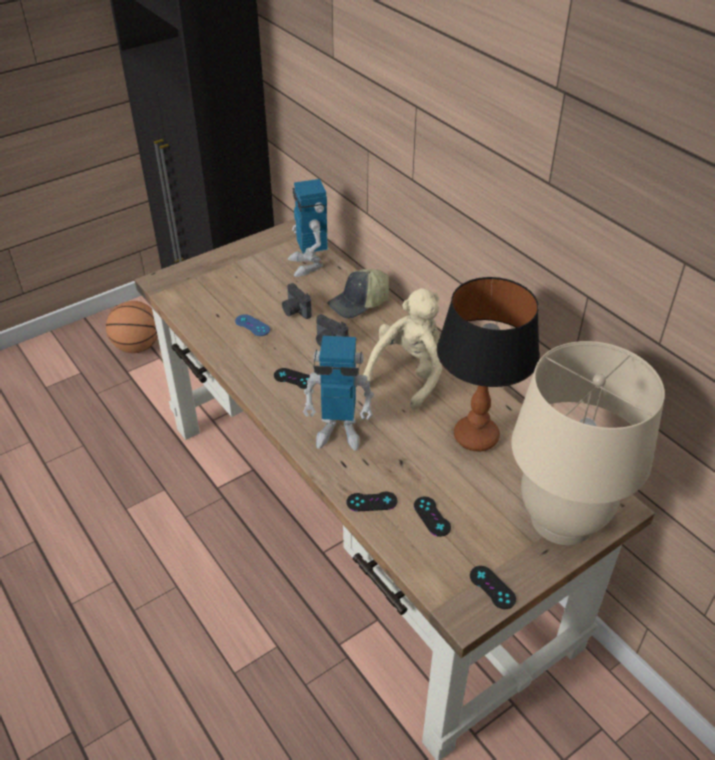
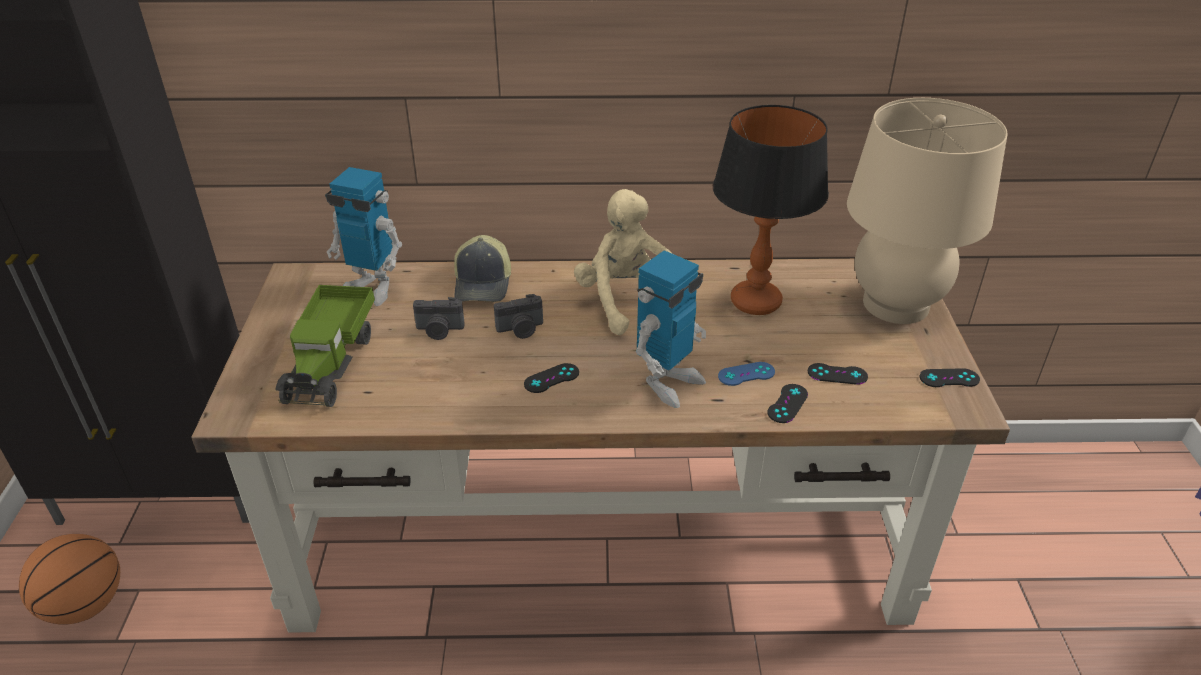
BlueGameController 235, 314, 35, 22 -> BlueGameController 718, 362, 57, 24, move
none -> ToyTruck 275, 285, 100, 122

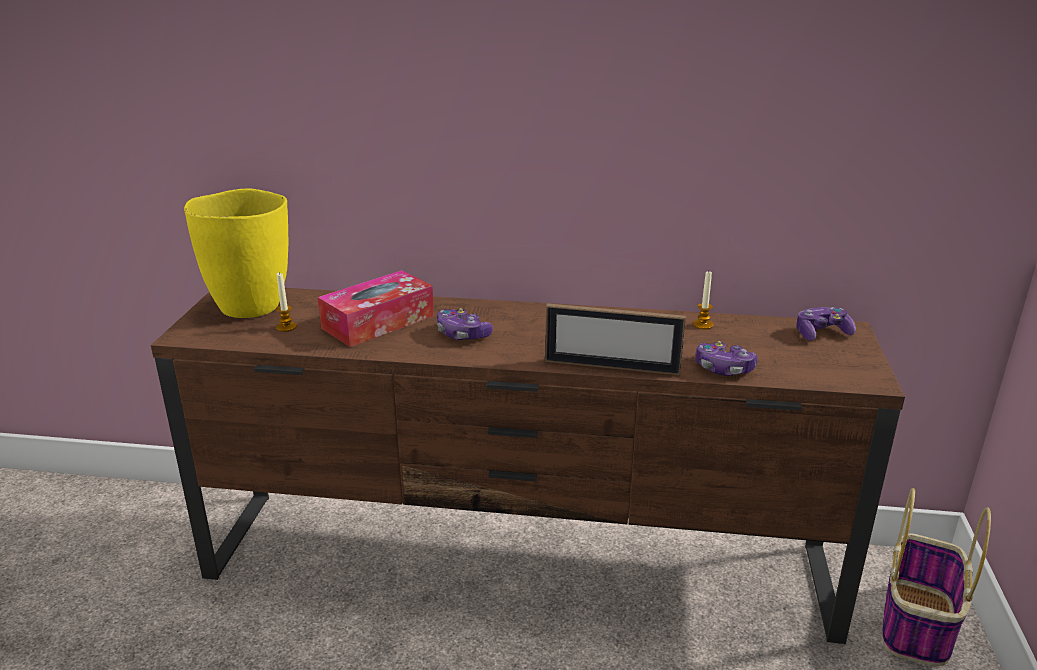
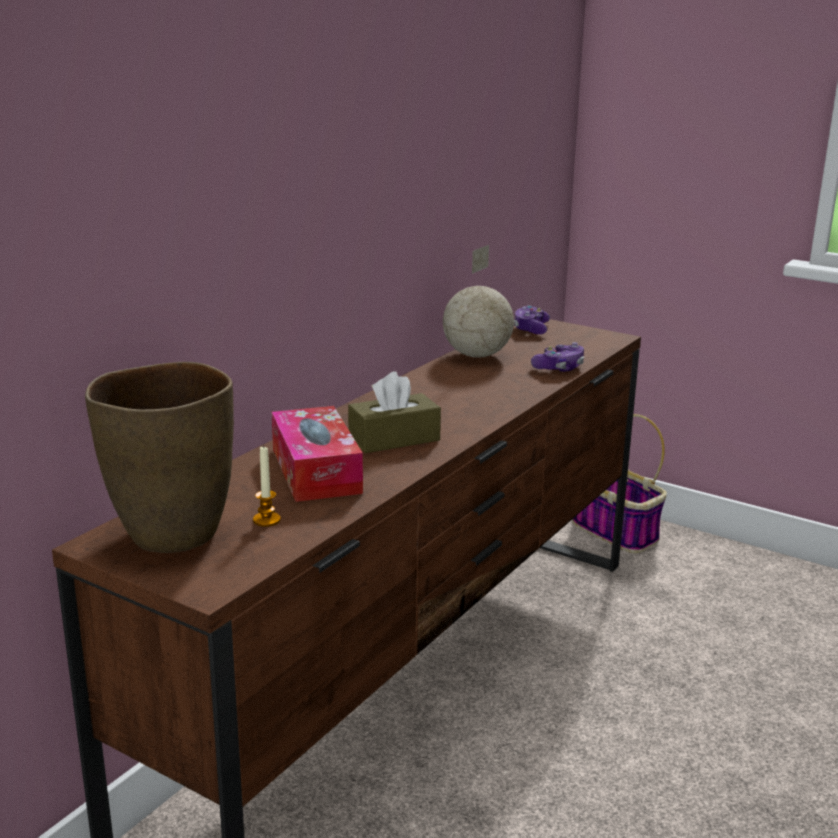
YellowVase 184, 189, 104, 129 -> BrownVase 85, 362, 149, 191
Candle 693, 271, 20, 58 -> Globe 443, 245, 71, 113
PictureFrame 545, 303, 141, 72 -> none
GameController 437, 308, 56, 32 -> BrownTissueBox 348, 371, 93, 82

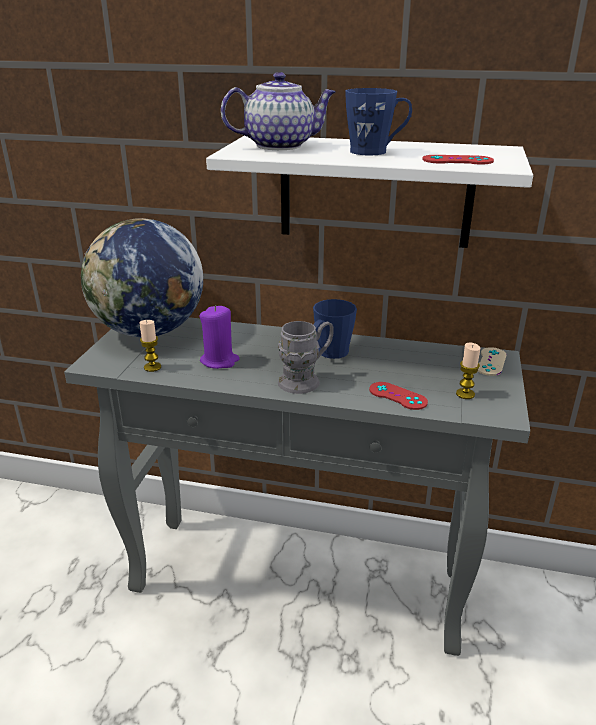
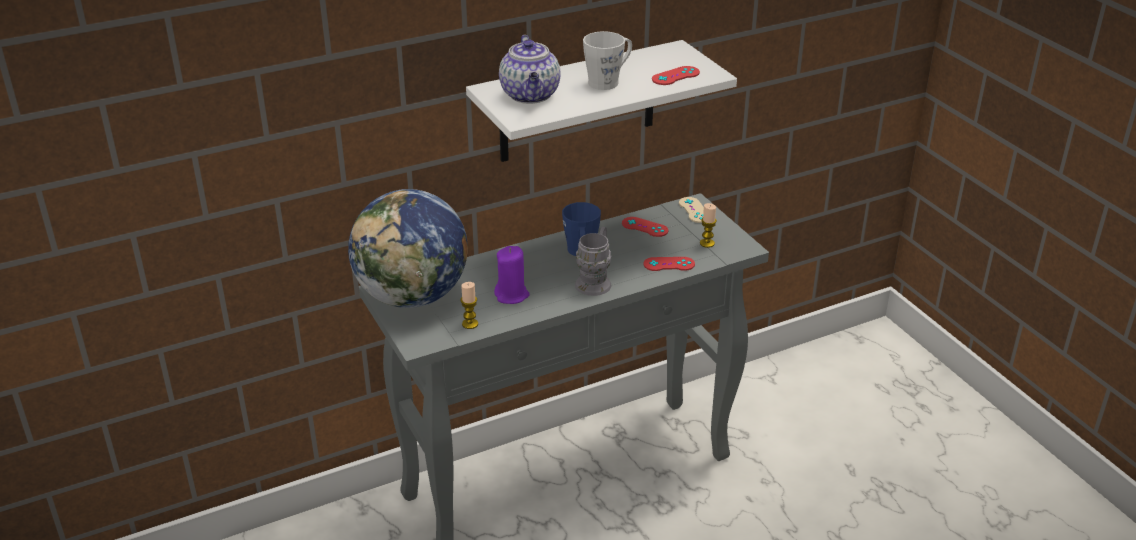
Teapot 221, 72, 115, 78 -> Teapot 499, 35, 61, 69, 135 degrees clockwise
BlueMug 345, 88, 67, 68 -> WhiteMug 583, 31, 49, 59
none -> RedGameController 622, 217, 46, 20

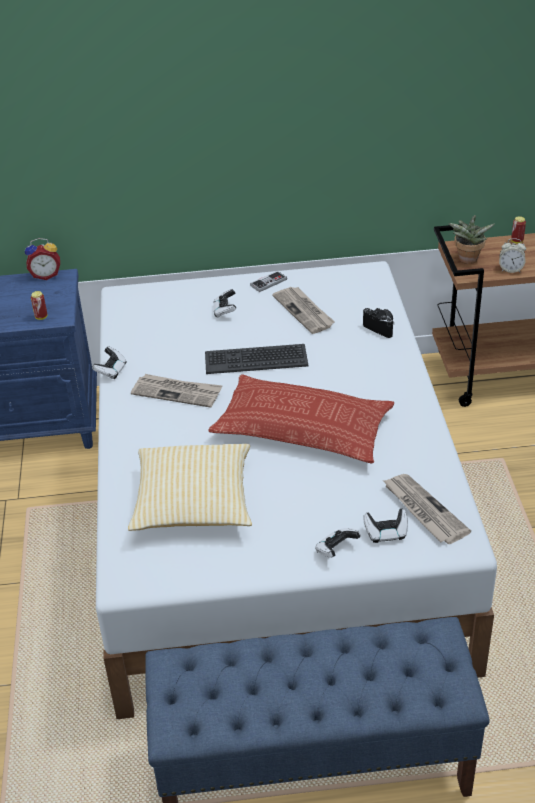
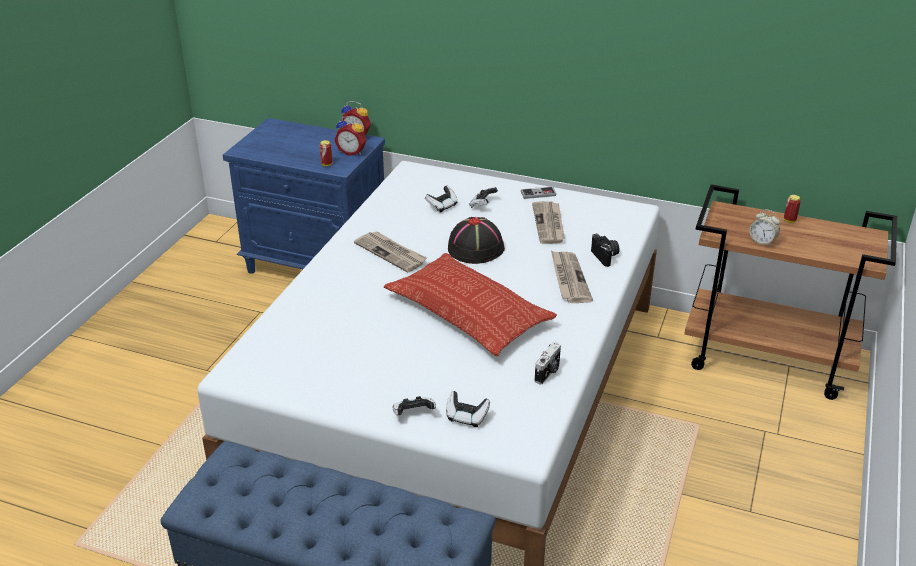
PottedPlant 448, 215, 47, 49 -> none
Keyboard 205, 344, 104, 30 -> BlackHat 448, 217, 57, 47
GameController 92, 347, 35, 32 -> GameController 425, 186, 32, 27, move
Pillow 128, 444, 124, 87 -> none
Newspaper 383, 474, 88, 70 -> Newspaper 551, 251, 42, 52, move
none -> AlarmClock 334, 116, 33, 40
none -> PhotoCamera 535, 342, 26, 43

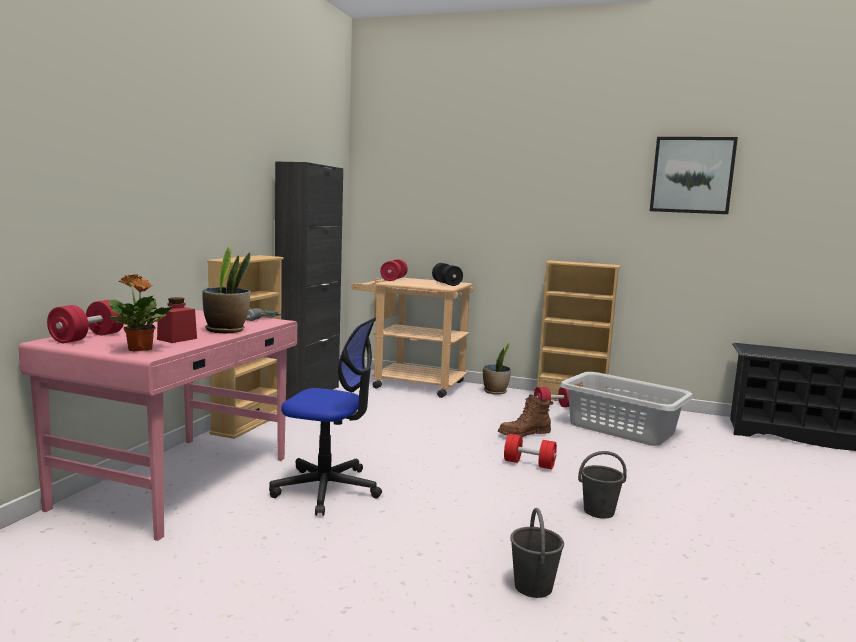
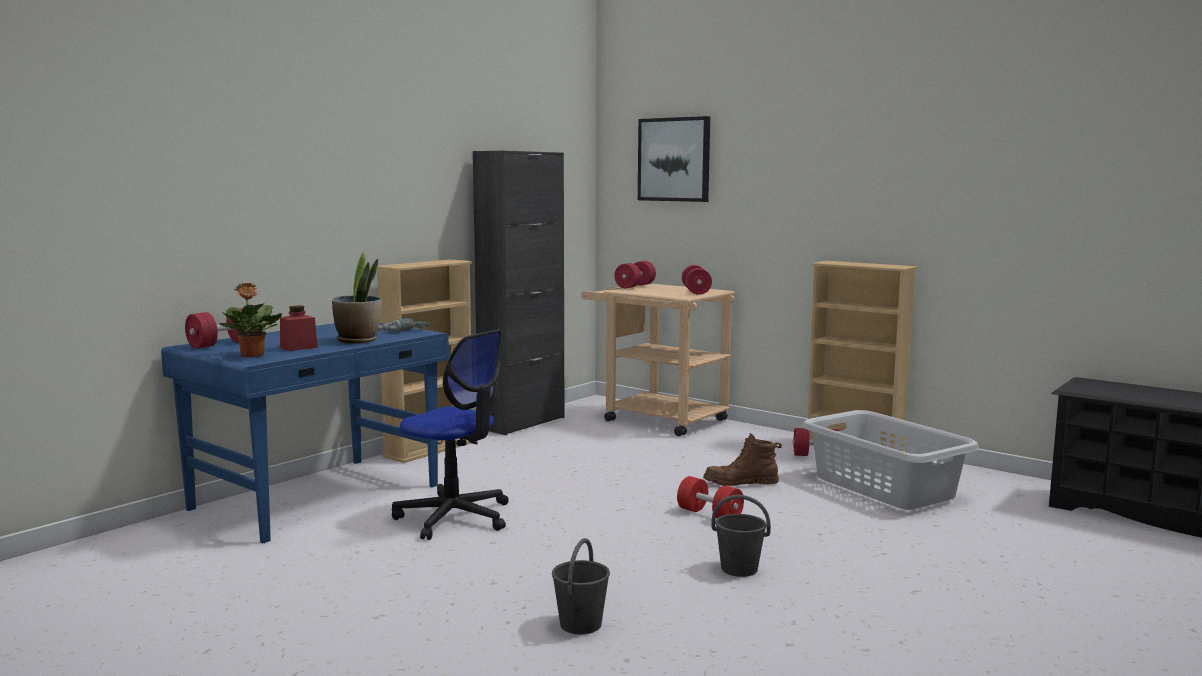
Picture 650, 137, 88, 77 -> Picture 638, 116, 72, 86, move
BlackDumbbell 432, 263, 31, 23 -> RedDumbbell 682, 265, 30, 30
PinkDesk 19, 310, 278, 231 -> BlueDesk 161, 323, 288, 220
PottedPlant 483, 342, 28, 53 -> none

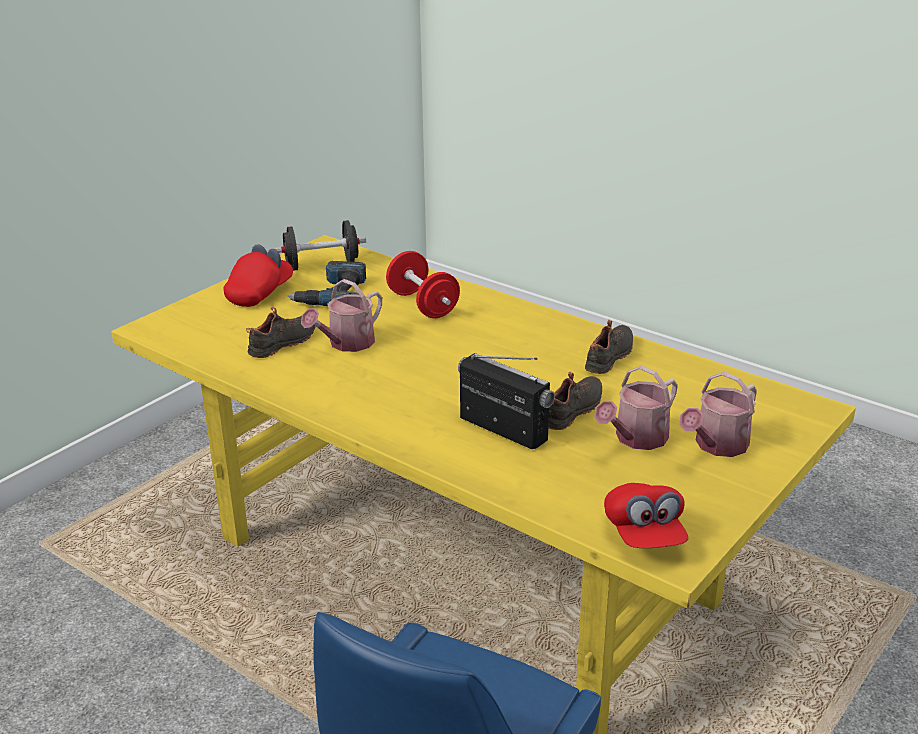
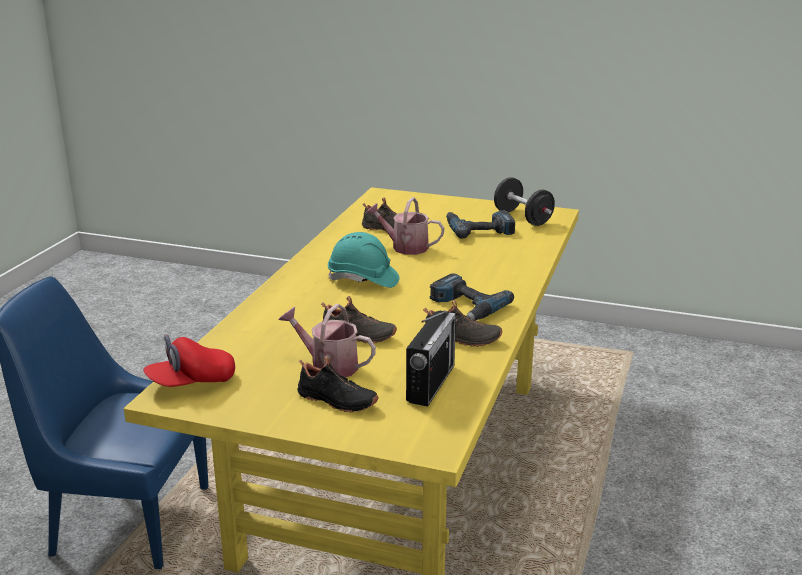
RedCap 223, 244, 70, 63 -> none
RedDumbbell 386, 251, 74, 67 -> none
Radio 458, 353, 97, 96 -> Radio 406, 310, 51, 97, move
WateringCan 679, 372, 78, 85 -> BlackShoe 297, 356, 82, 56
none -> TurquoiseHardHat 328, 232, 72, 56
none -> PowerDrill 430, 273, 84, 47

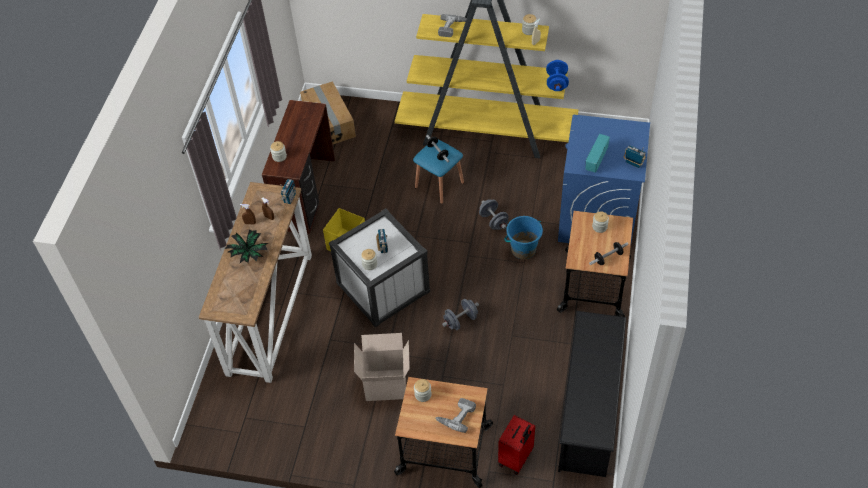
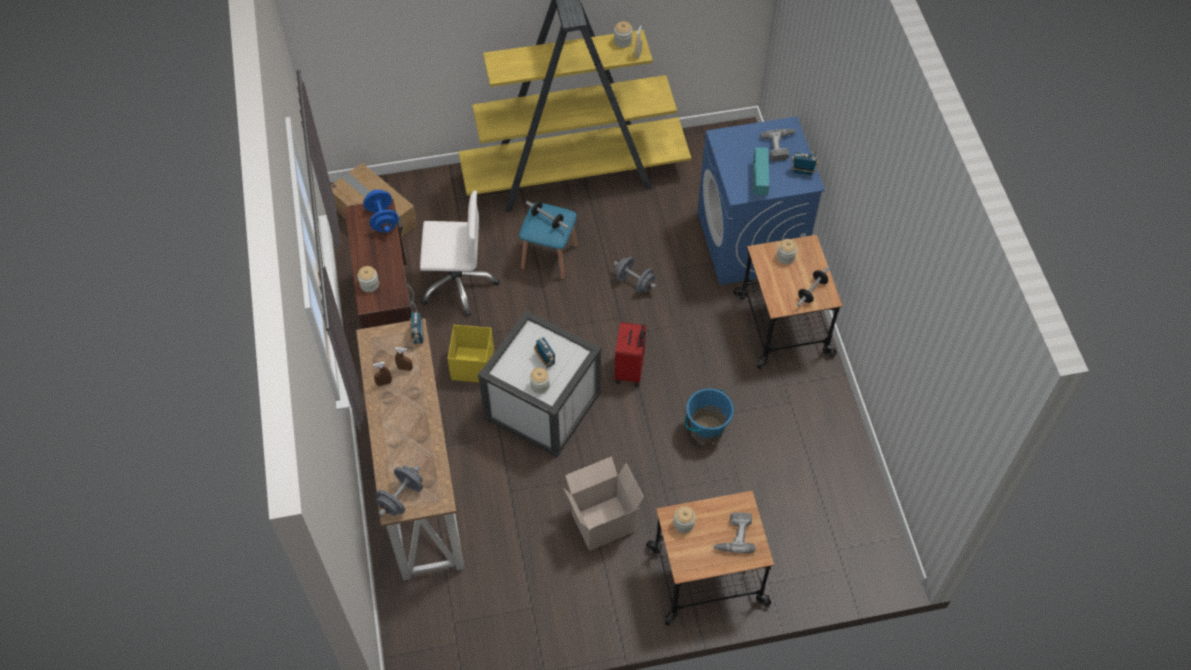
PowerDrill 438, 14, 29, 23 -> PowerDrill 761, 129, 35, 33, move
BlueDumbbell 546, 60, 23, 31 -> BlueDumbbell 363, 189, 36, 44, move
BlueBucket 504, 216, 39, 43 -> BlueBucket 685, 388, 49, 55, move
PottedPlant 225, 230, 43, 33 -> none
GreyDumbbell 442, 299, 37, 31 -> GreyDumbbell 376, 465, 47, 51, move
BlackShoeRack 558, 311, 68, 166 -> none
RedSuitcase 498, 415, 37, 60 -> RedSuitcase 615, 322, 31, 64, move
none -> WhiteOfficeChair 420, 190, 79, 126

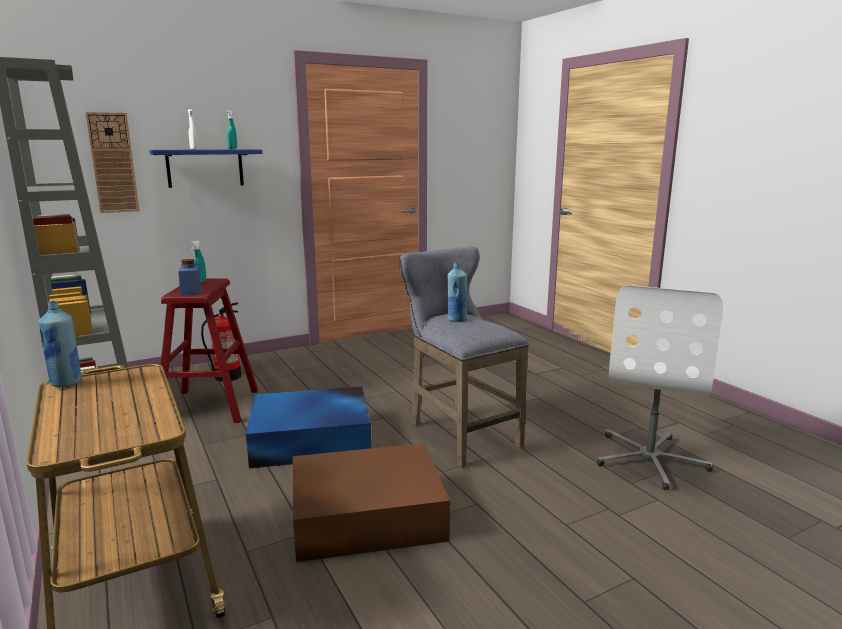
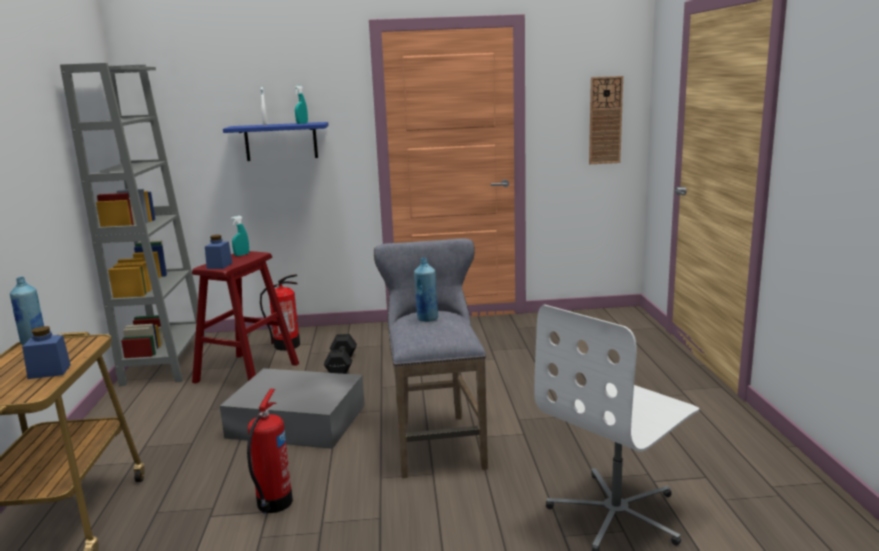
WallClock 85, 112, 54, 101 -> WallClock 589, 76, 34, 88, move
BlueStorageBox 246, 386, 126, 82 -> GreyStorageBox 220, 368, 145, 81
BrownStorageBox 293, 443, 157, 119 -> FireExtinguisher 247, 389, 46, 125
none -> BlueJar 22, 326, 49, 53
none -> BlackDumbbell 324, 334, 33, 40

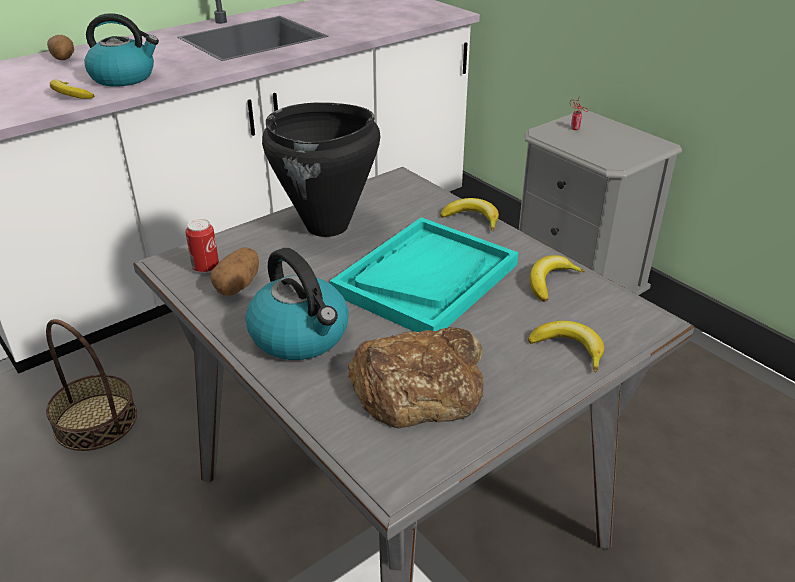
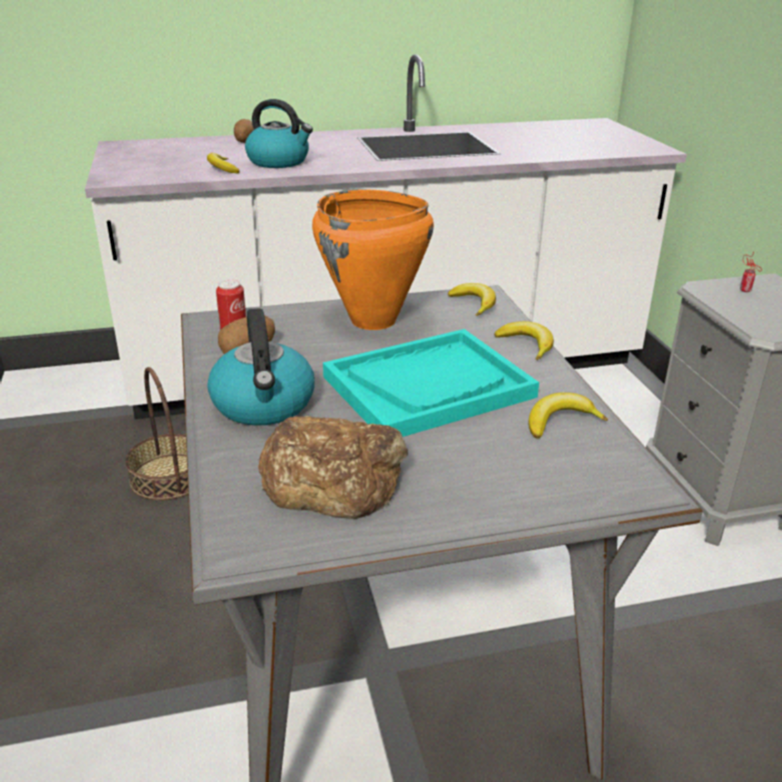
BlackCookingPot 262, 102, 118, 135 -> OrangeCookingPot 312, 189, 122, 141
Banana 528, 321, 76, 52 -> Banana 448, 283, 48, 33, move

